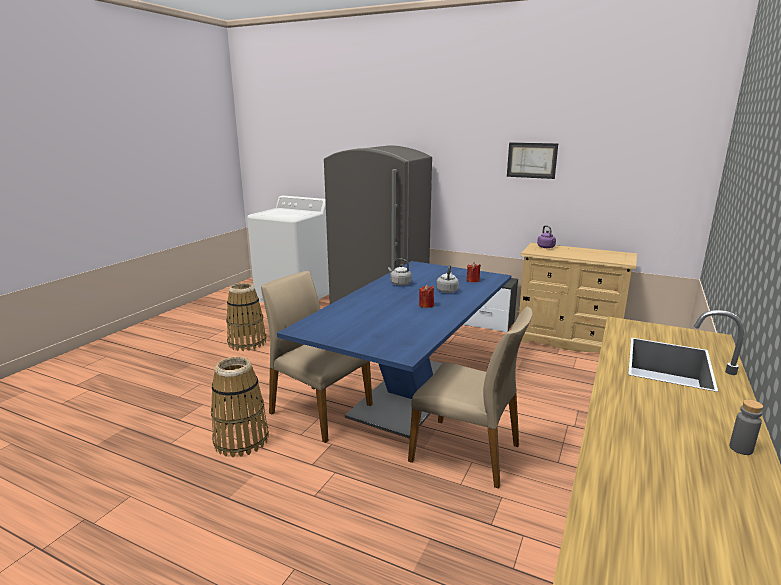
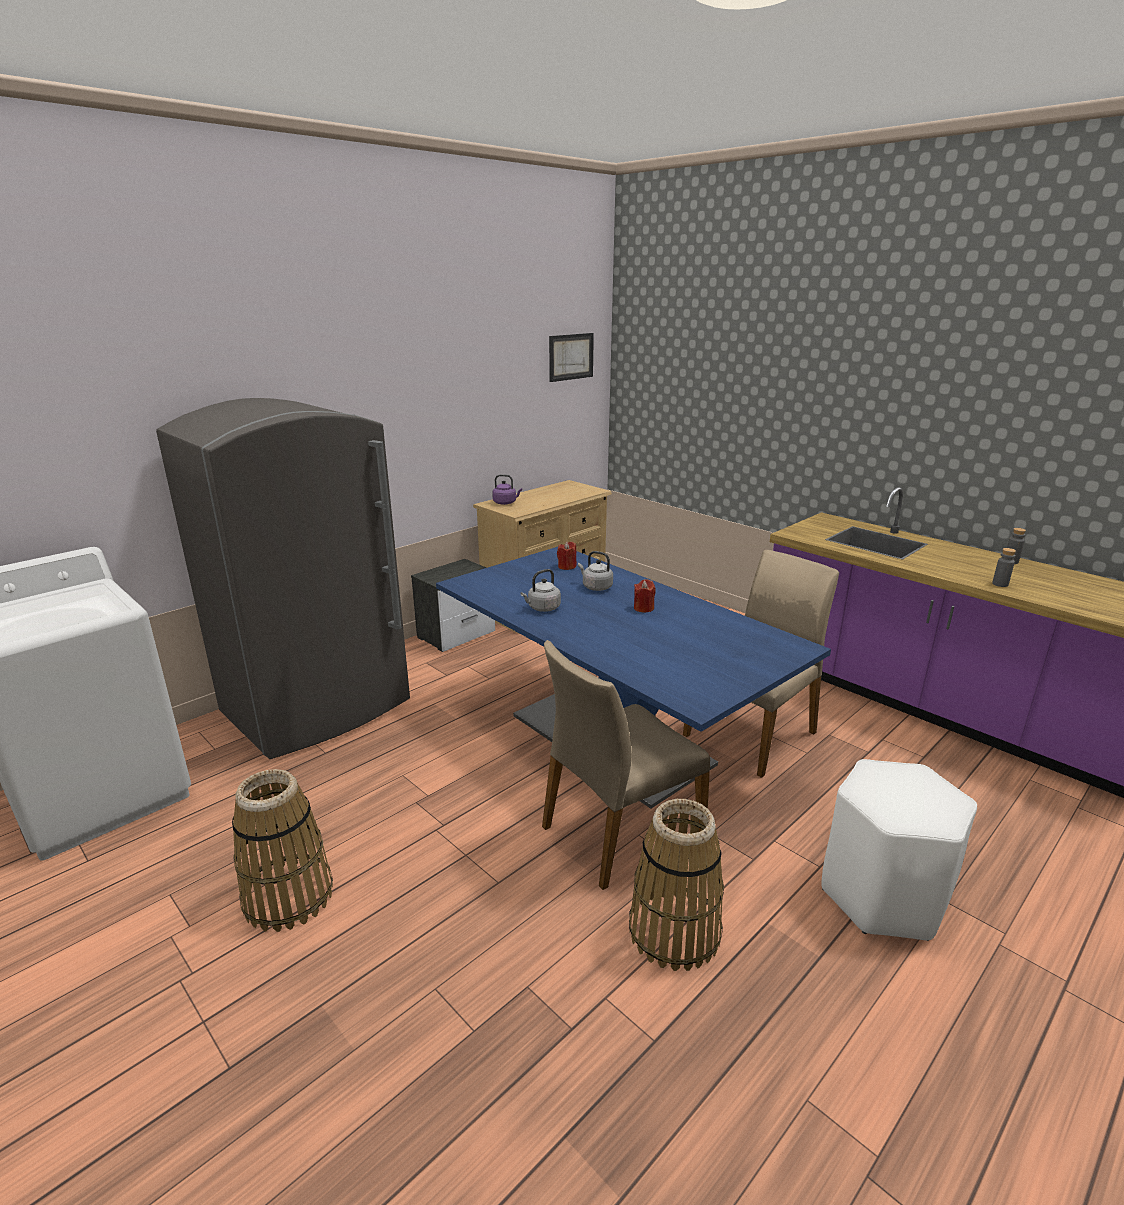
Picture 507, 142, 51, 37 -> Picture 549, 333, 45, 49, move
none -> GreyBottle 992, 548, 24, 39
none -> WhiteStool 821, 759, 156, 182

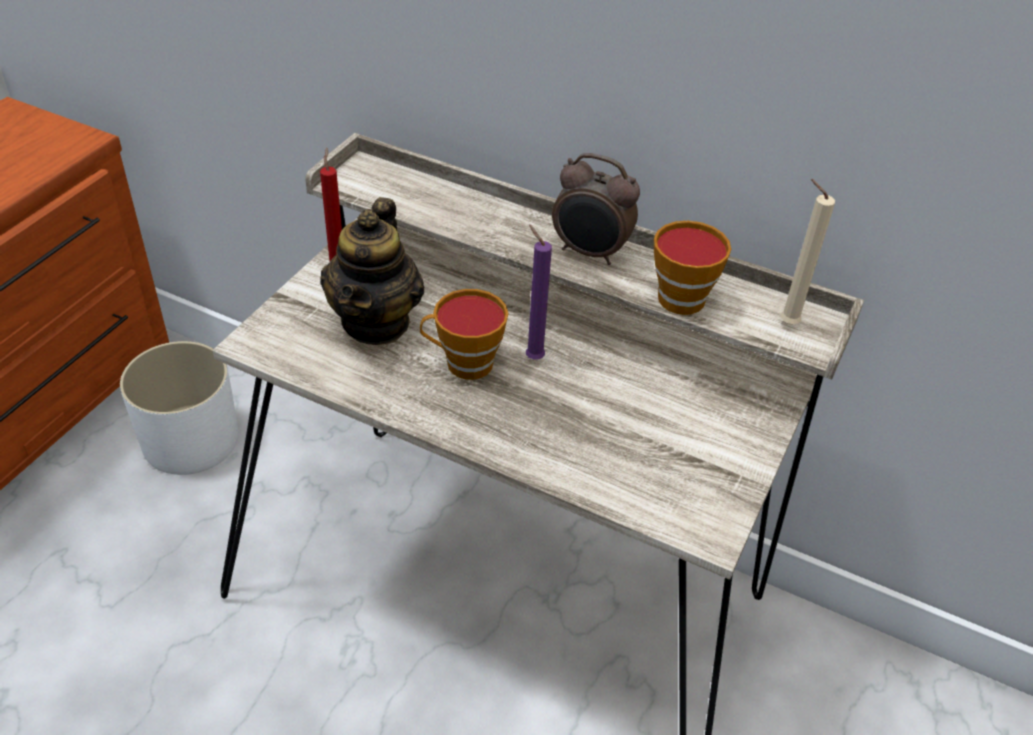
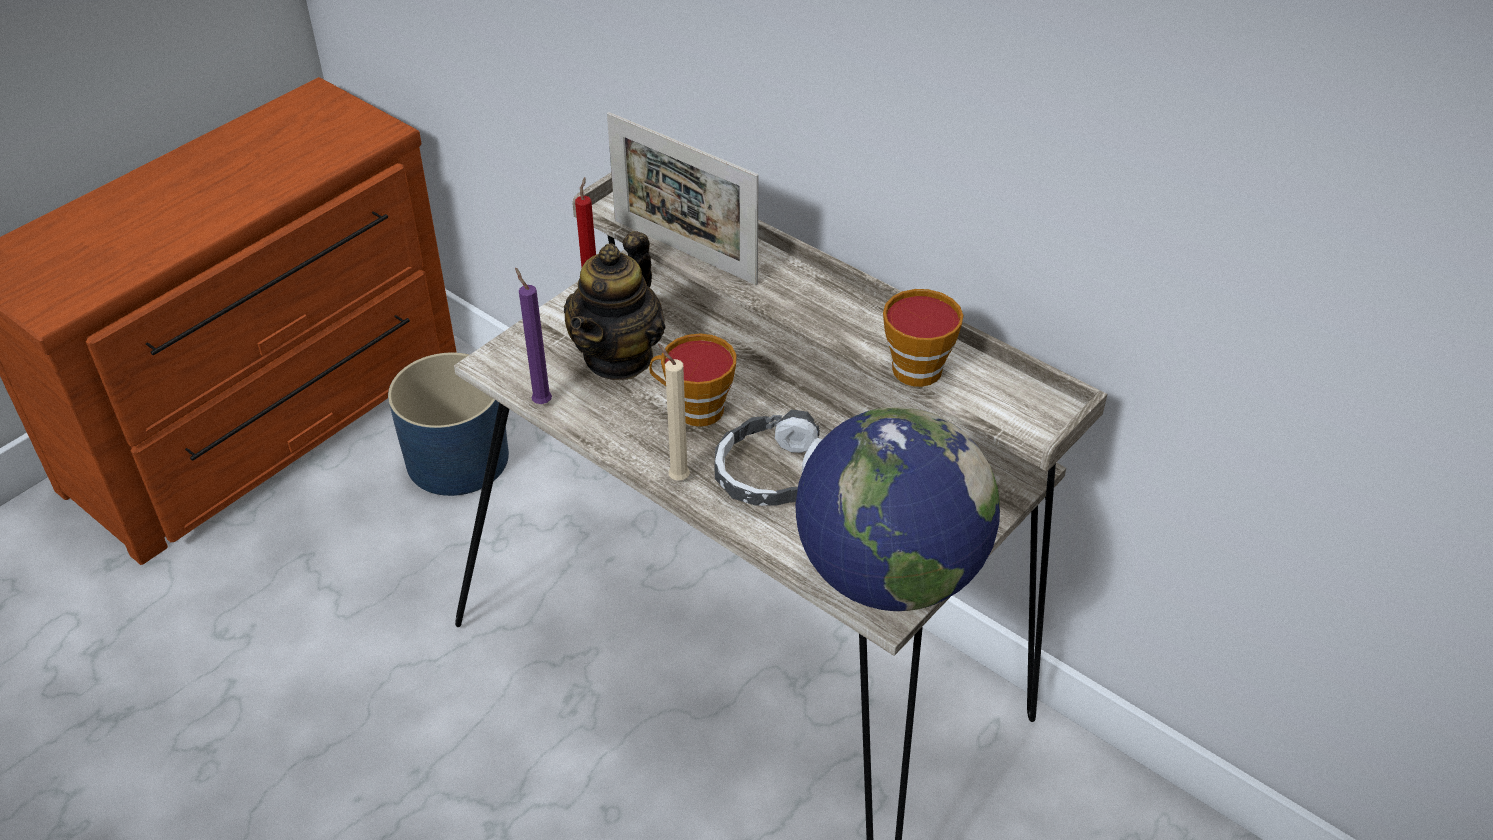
AlarmClock 552, 153, 88, 112 -> none
BeigeCandle 781, 179, 54, 145 -> BeigeCandle 658, 344, 32, 137, move
PurpleCandle 526, 225, 26, 134 -> PurpleCandle 515, 267, 37, 137, move
WhitePlanter 120, 341, 119, 134 -> BluePlanter 388, 352, 121, 144
none -> PictureFrame 607, 112, 152, 173
none -> Globe 795, 407, 205, 204
none -> Headphones 715, 409, 108, 97

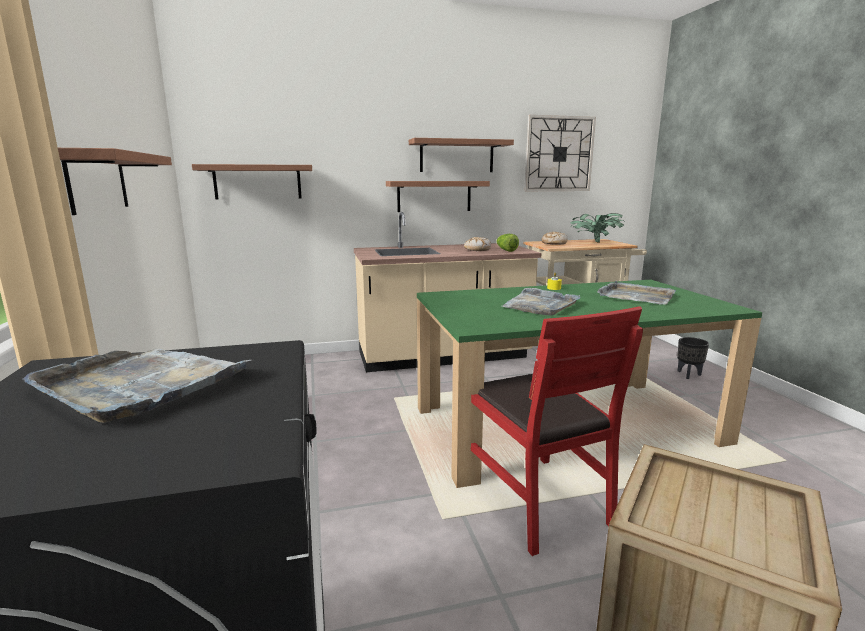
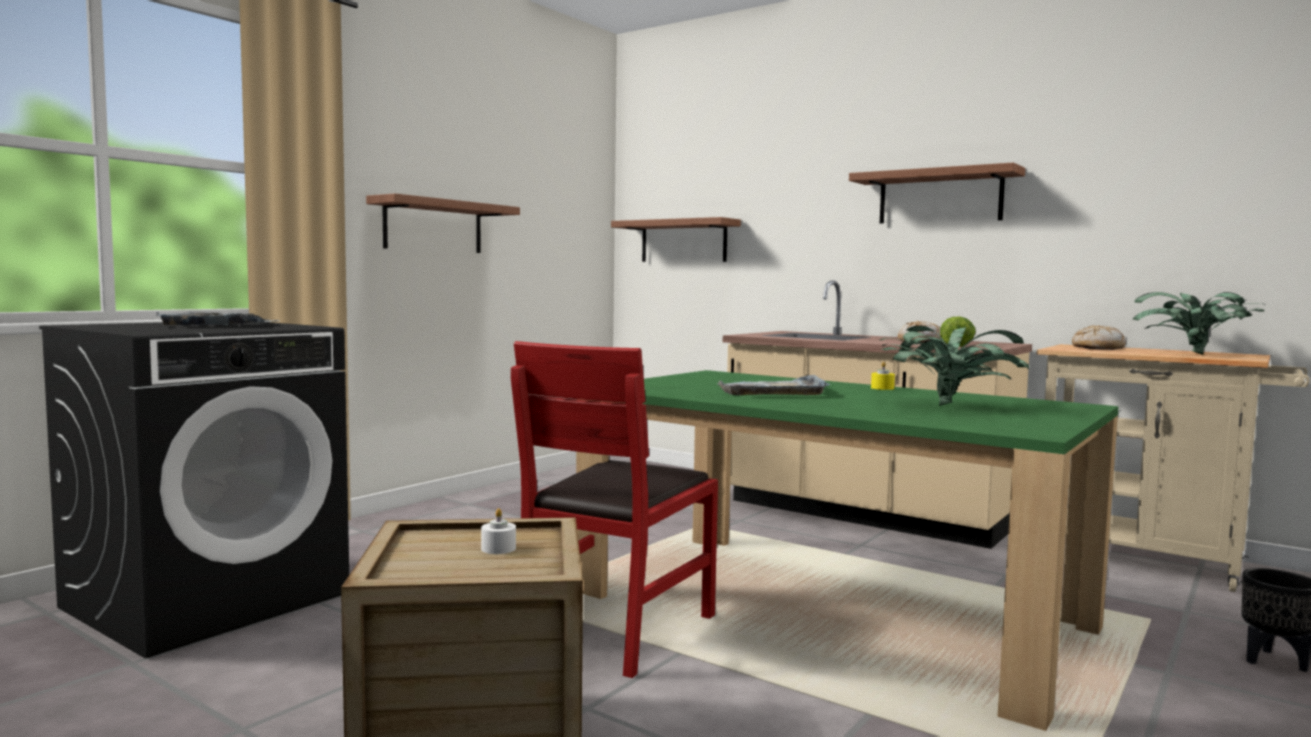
WallClock 524, 115, 72, 76 -> none
Shelf 386, 181, 104, 31 -> none
GreyTray 597, 281, 79, 24 -> PottedPlant 880, 326, 149, 80
none -> WhiteCandle 481, 508, 35, 46

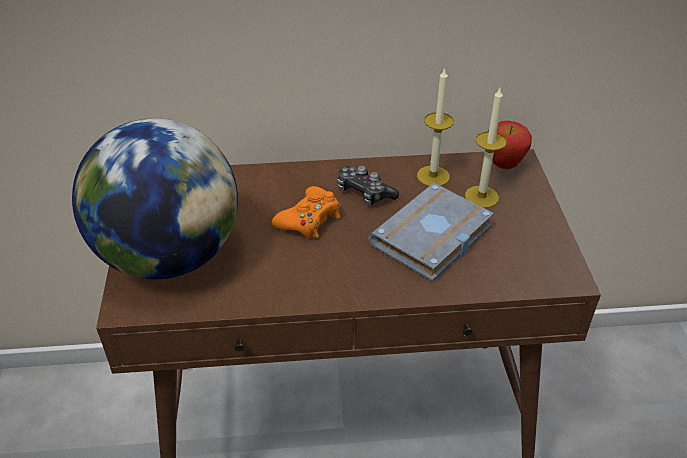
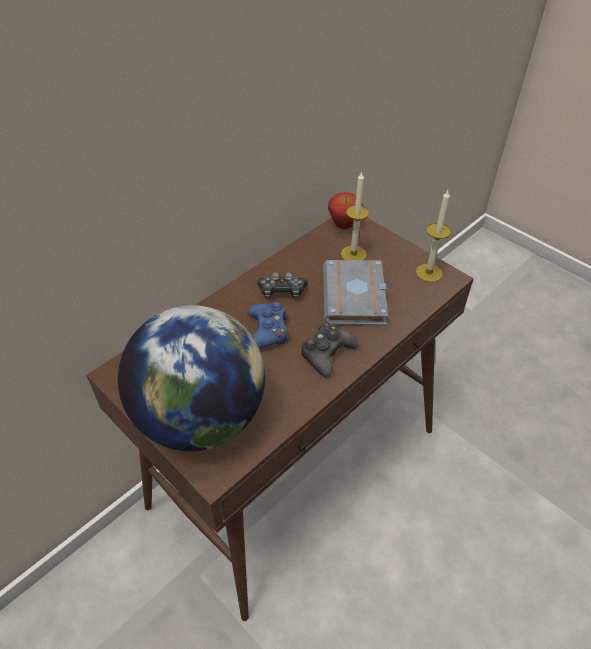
Candle 417, 67, 37, 119 -> Candle 416, 190, 35, 92, move
OrangeGameController 272, 186, 68, 53 -> BlueGameController 247, 302, 42, 47
none -> BlackGameController 301, 324, 58, 54

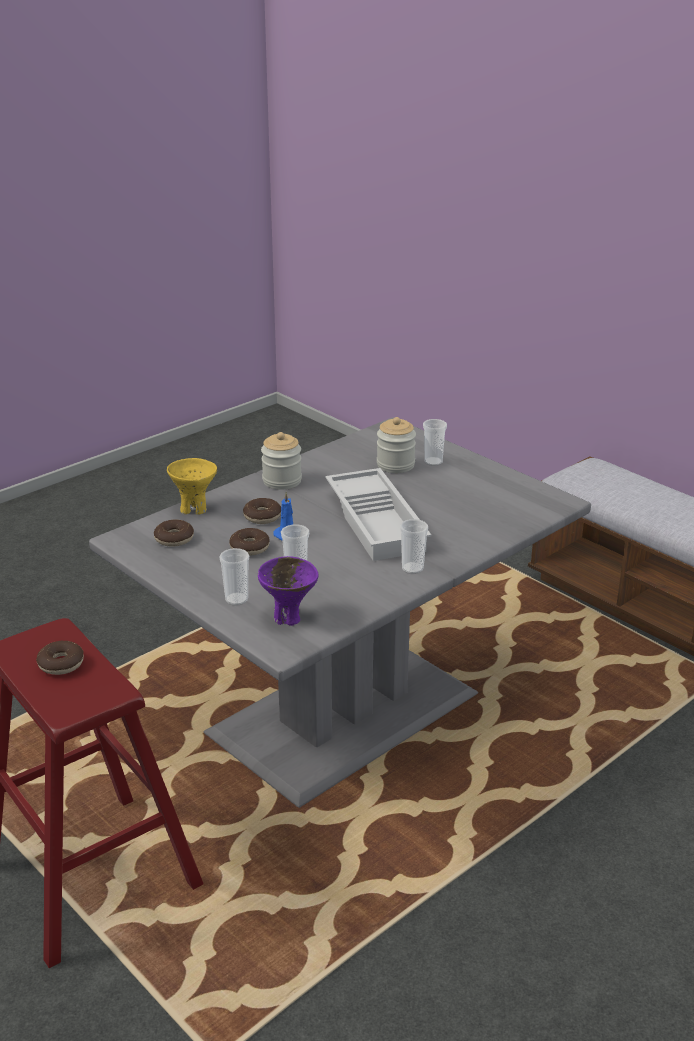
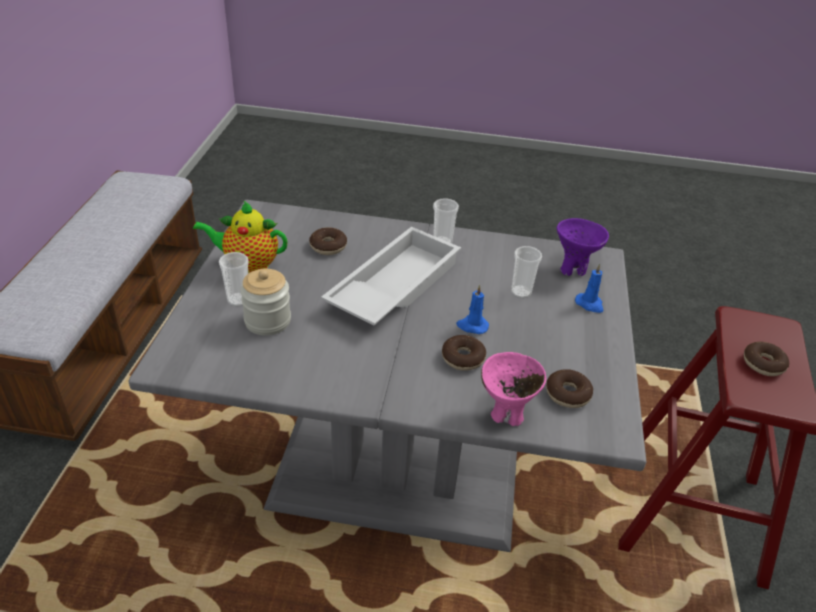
Jar 261, 432, 41, 58 -> none
YellowBowl 167, 458, 50, 57 -> PinkBowl 481, 352, 65, 74
Donut 229, 528, 41, 28 -> Donut 309, 227, 38, 28, move
Cup 219, 548, 30, 58 -> BlueCandle 575, 264, 29, 49
none -> Teapot 193, 201, 94, 73

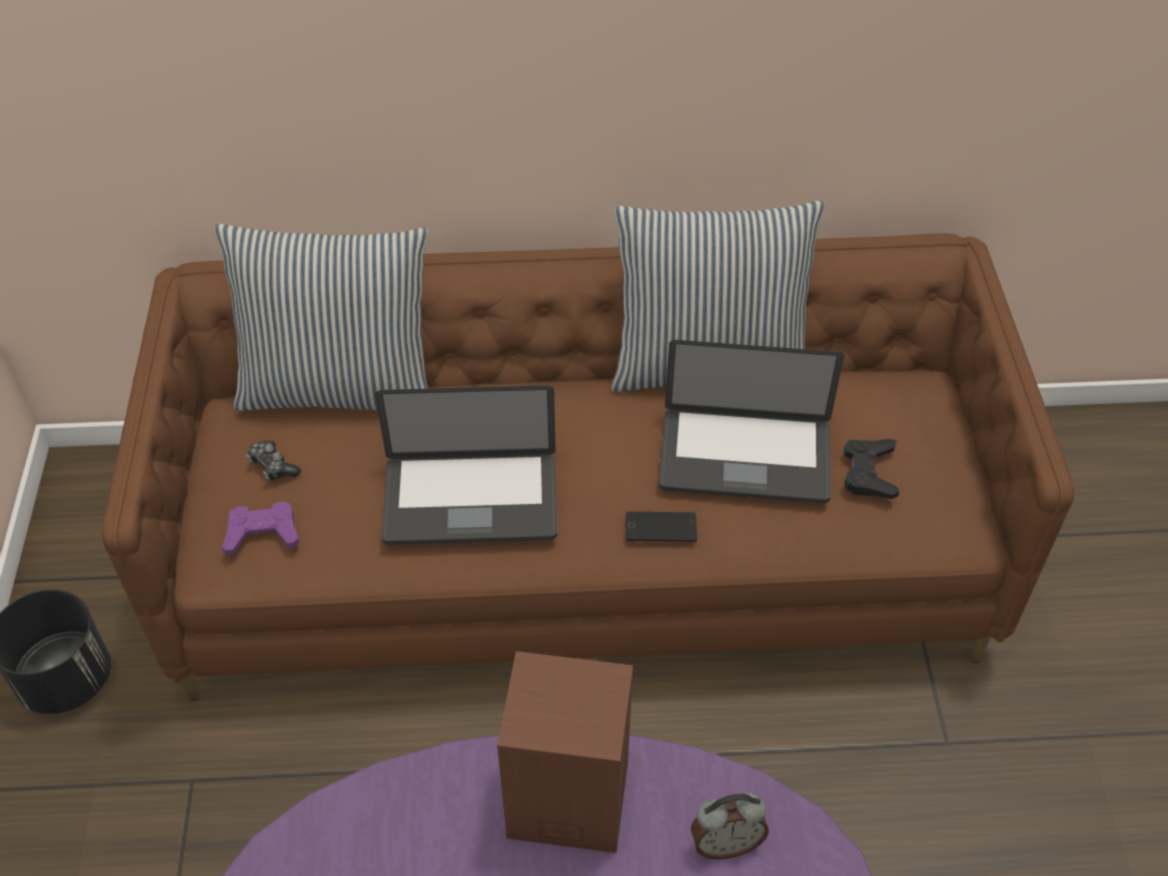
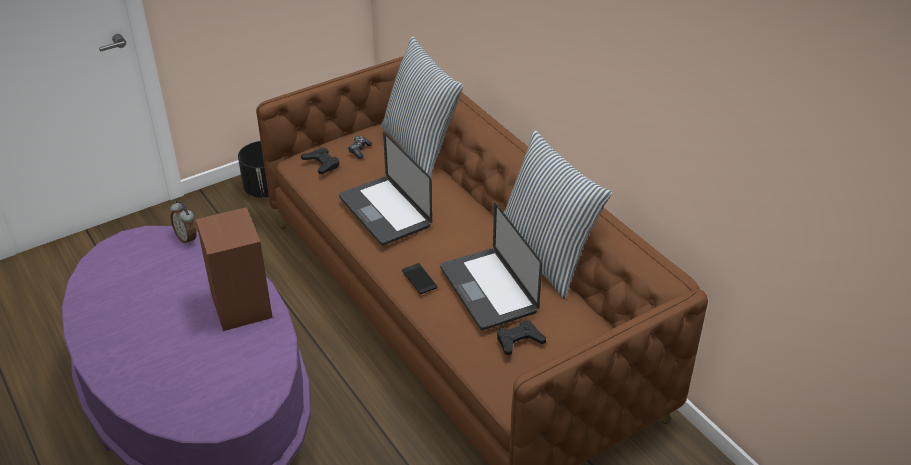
PurpleGameController 222, 501, 77, 54 -> BlackGameController 301, 148, 38, 26
AlarmClock 691, 792, 78, 68 -> AlarmClock 170, 200, 26, 45, move

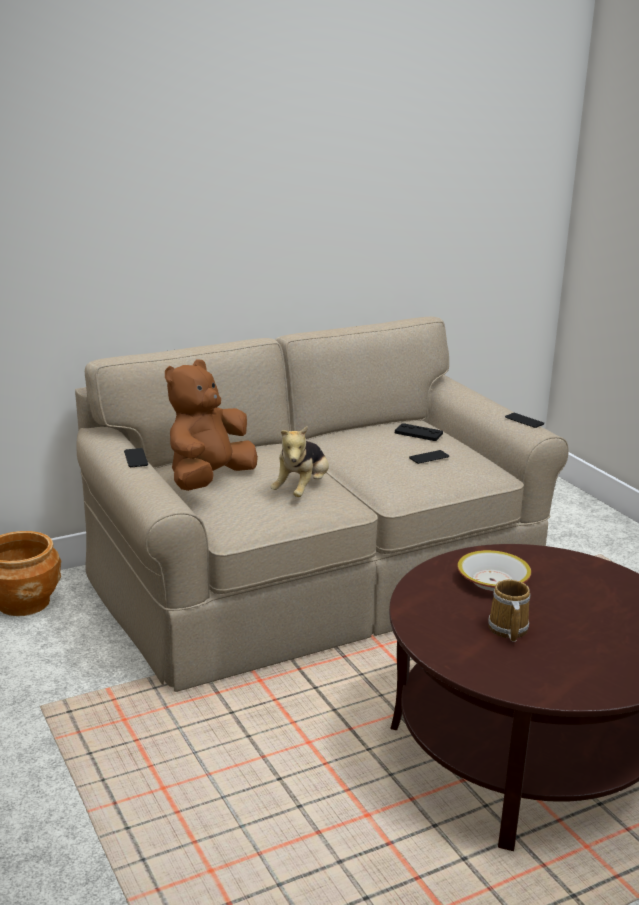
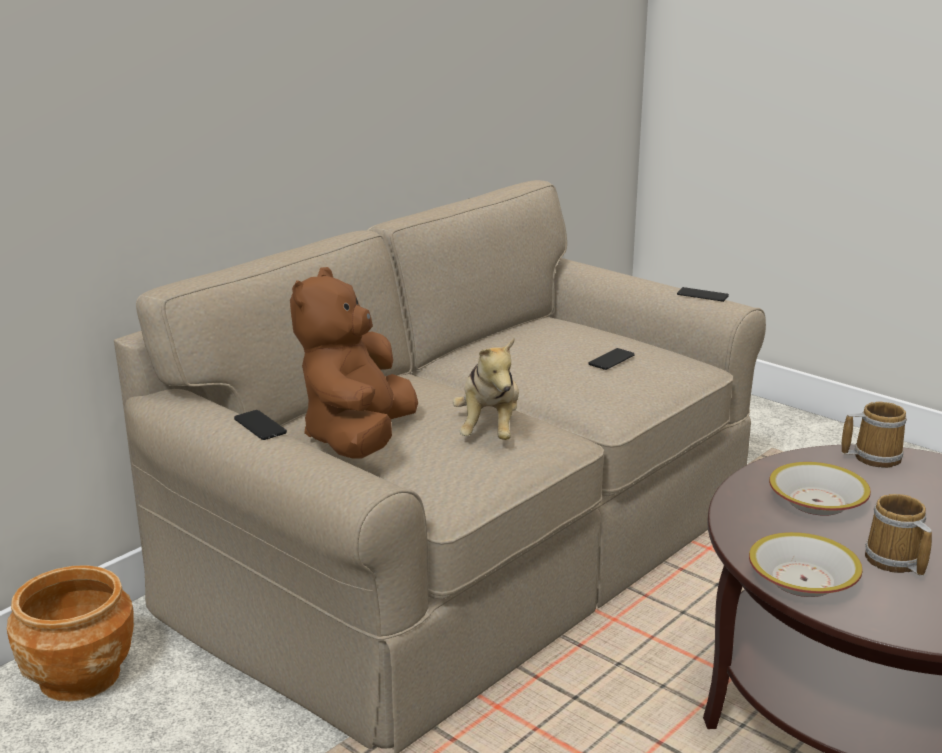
BlackGameController 395, 423, 48, 18 -> none
none -> Mug 842, 402, 65, 66
none -> Bowl 749, 532, 113, 65

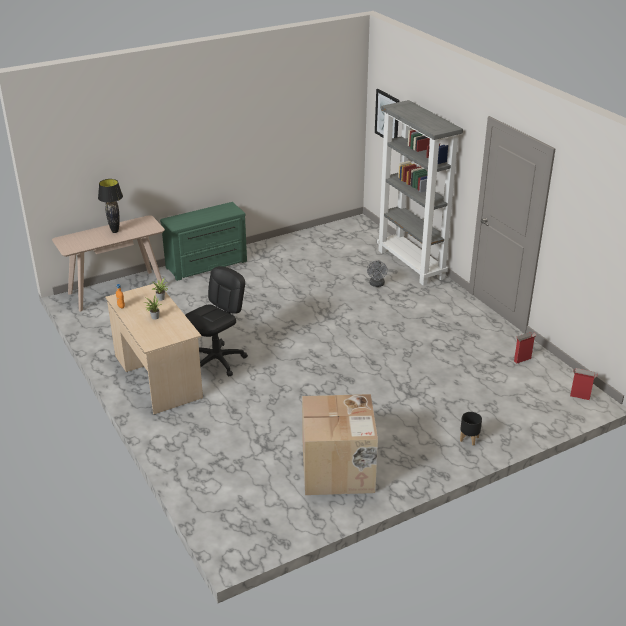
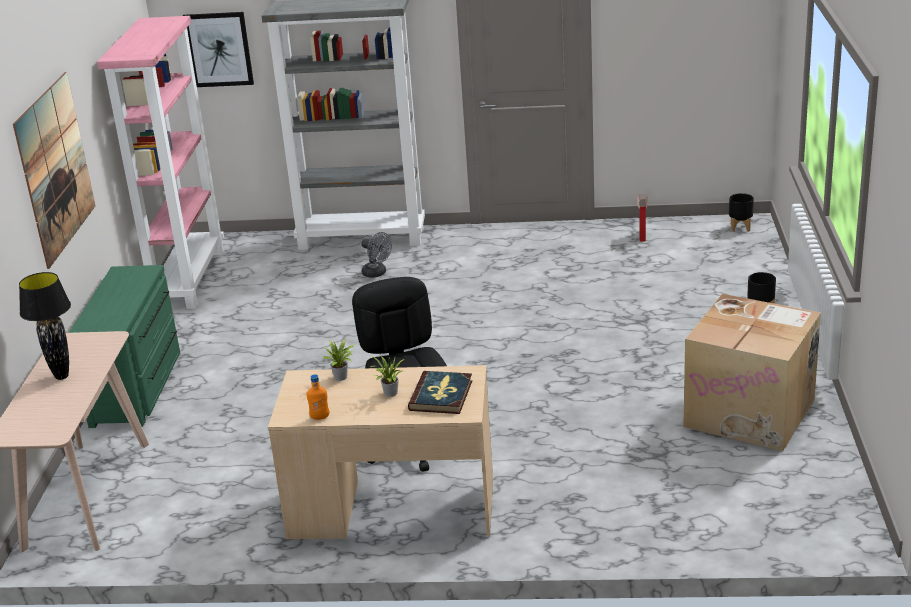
CardboardBox 570, 368, 28, 32 -> BlackPlanter 729, 193, 25, 39
none -> PinkBookcase 97, 16, 127, 293
none -> Picture 13, 72, 83, 197
none -> Book 408, 371, 64, 43

